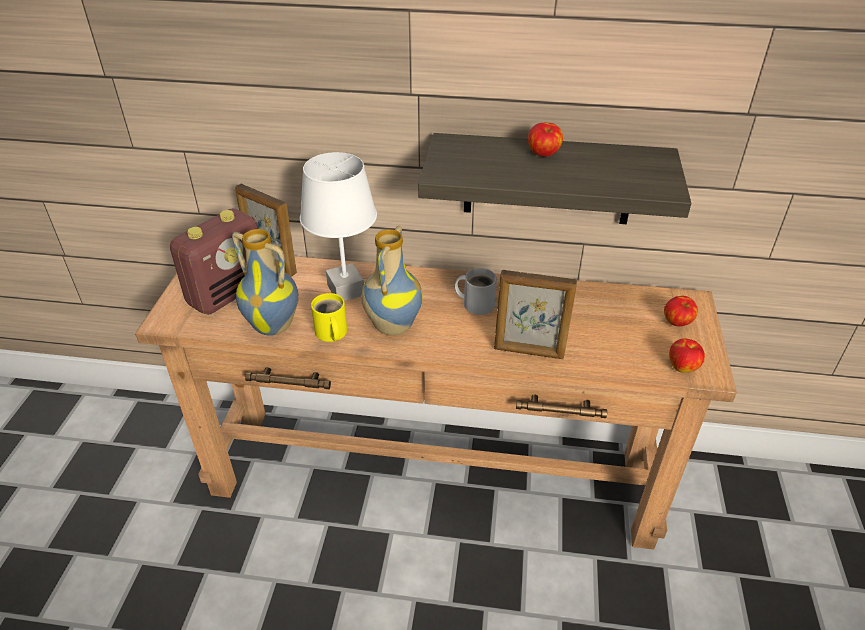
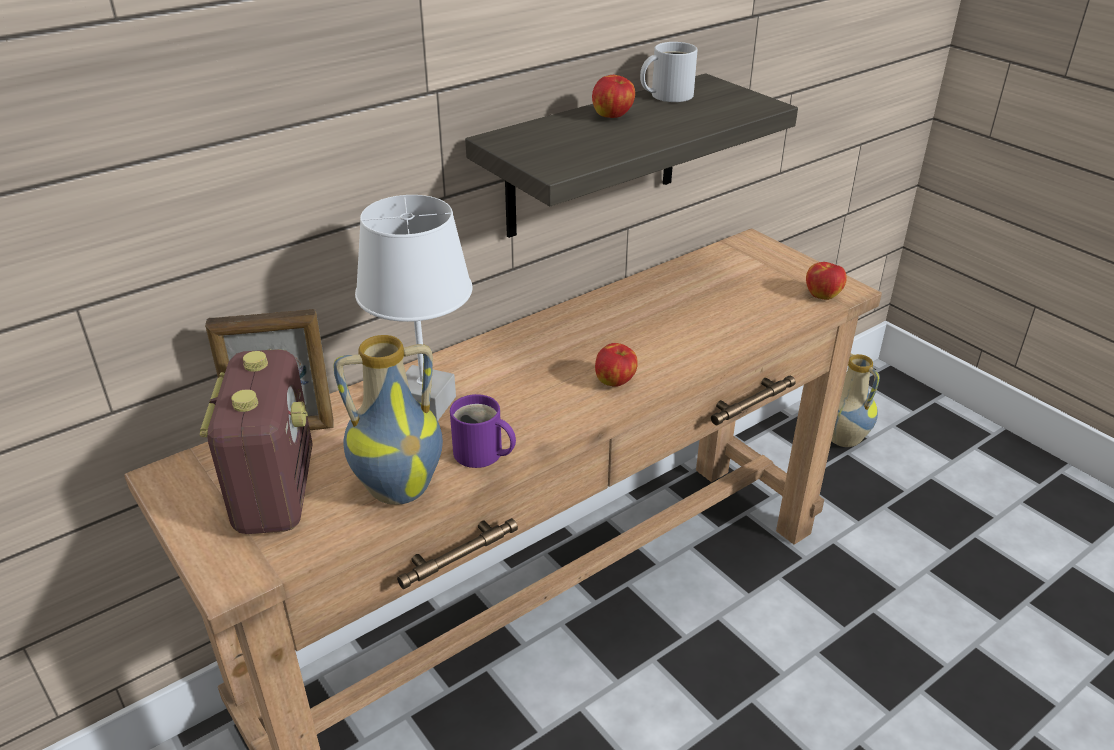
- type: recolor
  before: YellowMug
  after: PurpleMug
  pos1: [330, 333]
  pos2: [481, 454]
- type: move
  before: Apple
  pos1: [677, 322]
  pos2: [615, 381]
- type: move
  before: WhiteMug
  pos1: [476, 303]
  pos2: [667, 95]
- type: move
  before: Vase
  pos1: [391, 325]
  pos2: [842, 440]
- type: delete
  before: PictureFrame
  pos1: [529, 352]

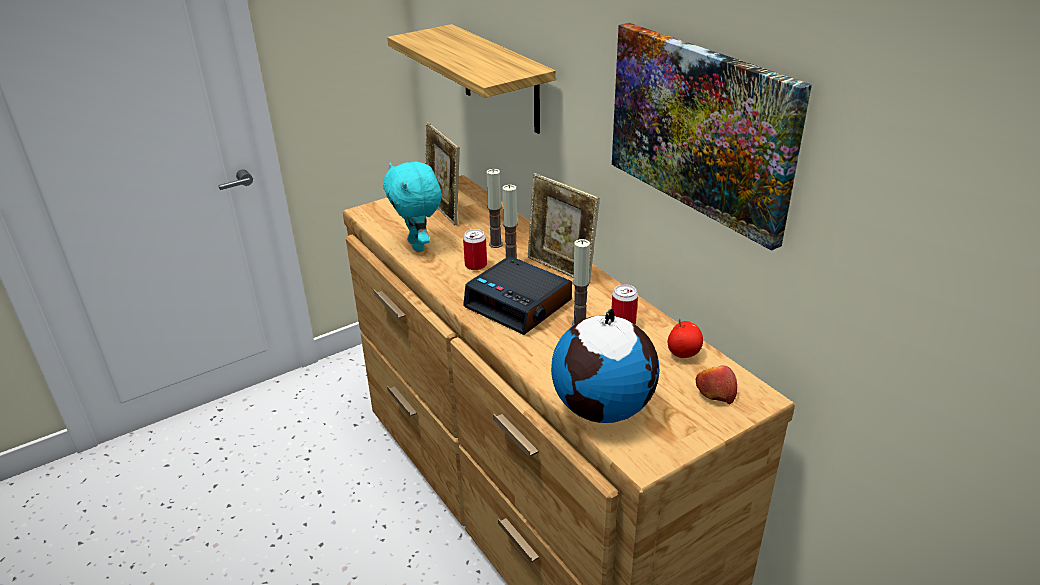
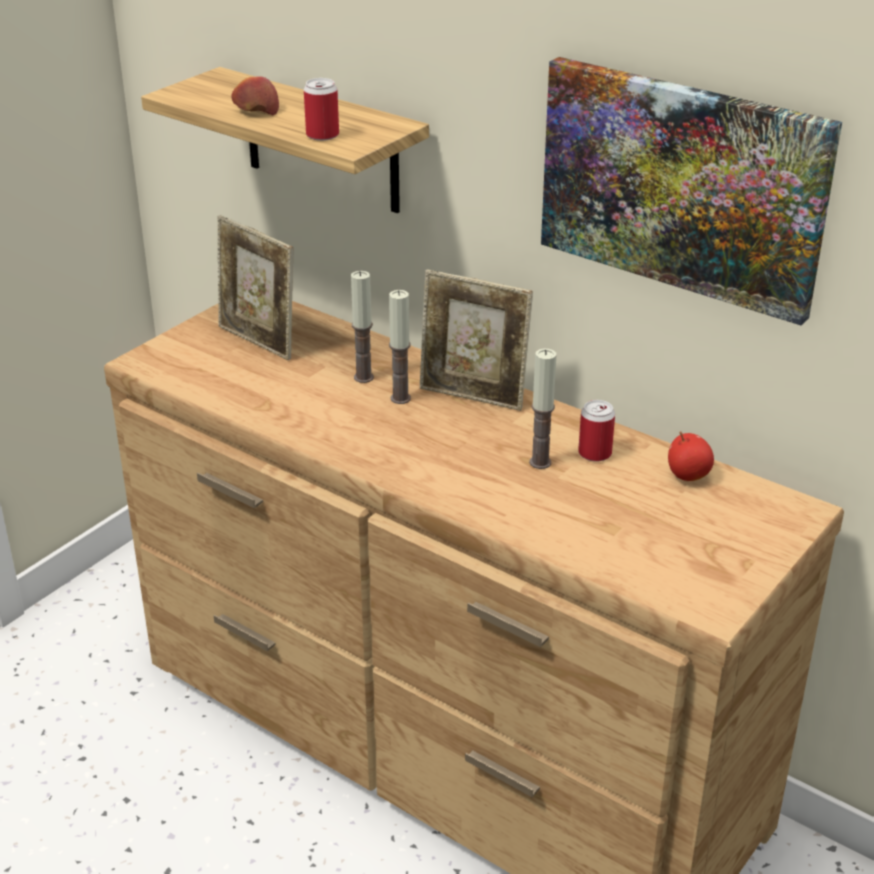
- type: move
  before: Apple
  pos1: [715, 392]
  pos2: [256, 110]
- type: move
  before: Can
  pos1: [476, 265]
  pos2: [322, 135]
- type: delete
  before: TurquoisePlushToy
  pos1: [418, 246]
- type: delete
  before: AlarmClock
  pos1: [519, 304]
- type: delete
  before: Globe
  pos1: [604, 408]

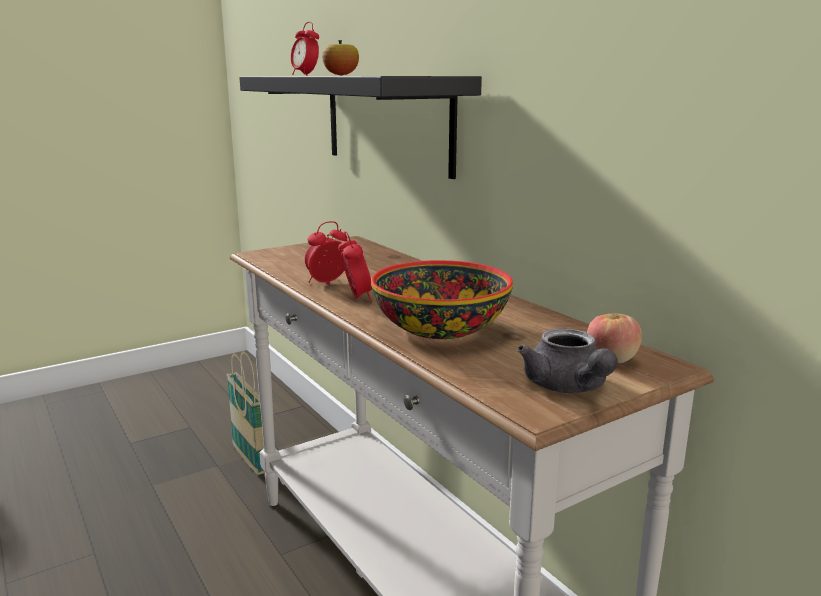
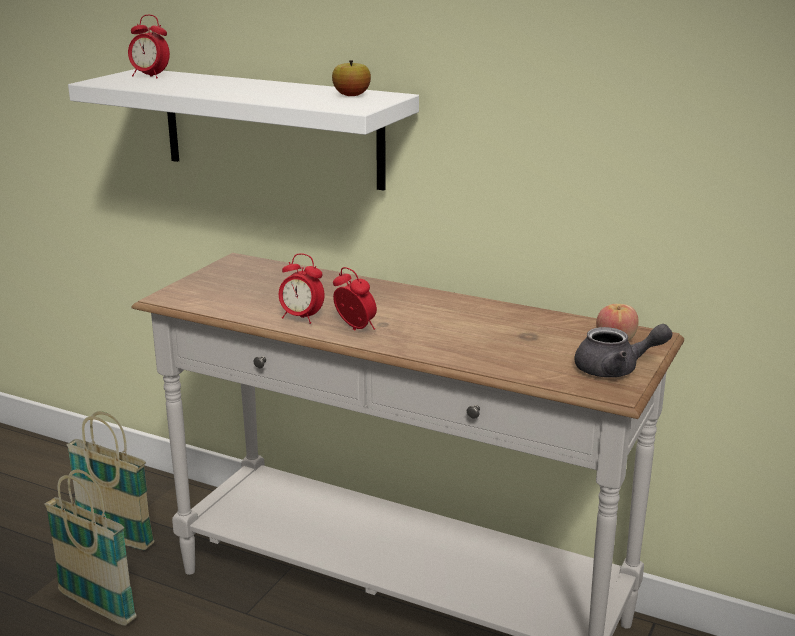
- type: insert
  after: Basket
  pos2: [97, 607]
- type: recolor
  before: BlackShelf
  after: WhiteShelf
  pos1: [386, 121]
  pos2: [271, 128]
- type: rotate
  before: AlarmClock
  pos1: [327, 283]
  pos2: [301, 318]
  turn: -90
- type: move
  before: Apple
  pos1: [341, 75]
  pos2: [351, 95]
- type: rotate
  before: GreyTeapot
  pos1: [568, 388]
  pos2: [615, 369]
  turn: -45
- type: delete
  before: Bowl
  pos1: [439, 328]

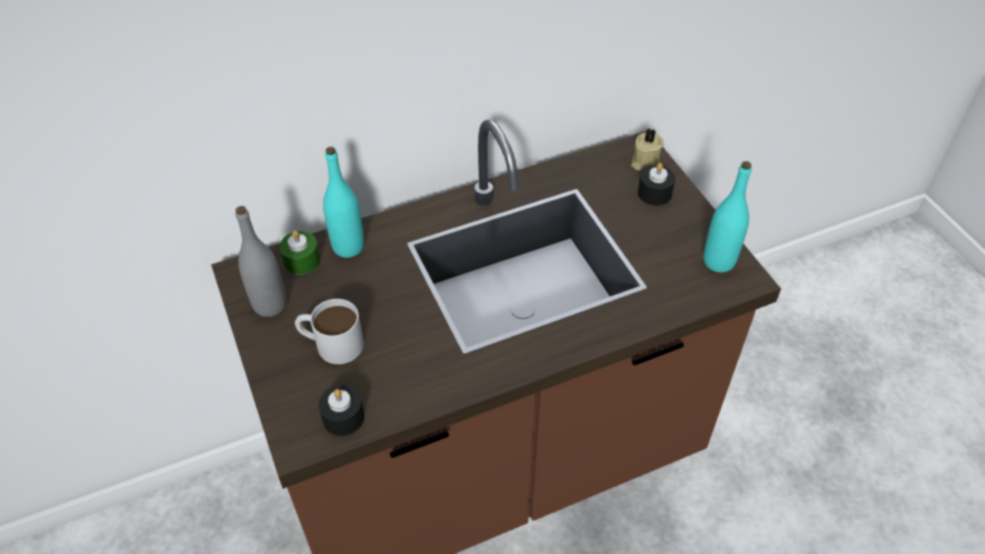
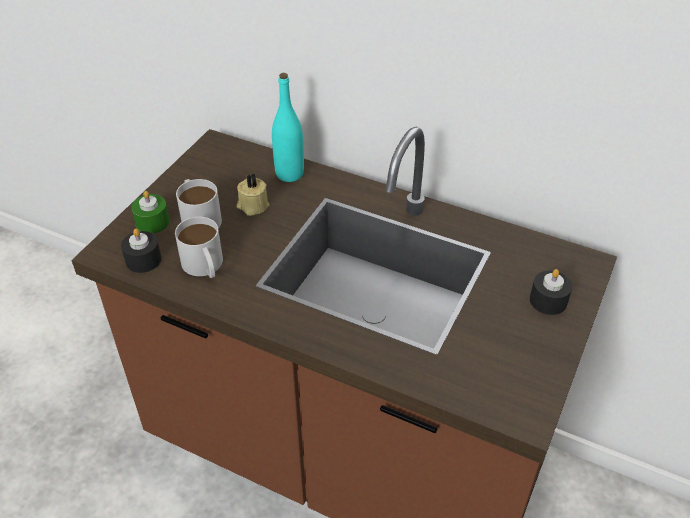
- type: move
  before: GreenCandle
  pos1: [302, 260]
  pos2: [152, 222]
- type: insert
  after: WhiteMug
  pos2: [205, 267]
- type: move
  before: BeigeCandle
  pos1: [644, 161]
  pos2: [252, 206]
- type: delete
  before: GreyBottle
  pos1: [270, 305]
- type: delete
  before: TurquoiseBottle
  pos1: [718, 261]

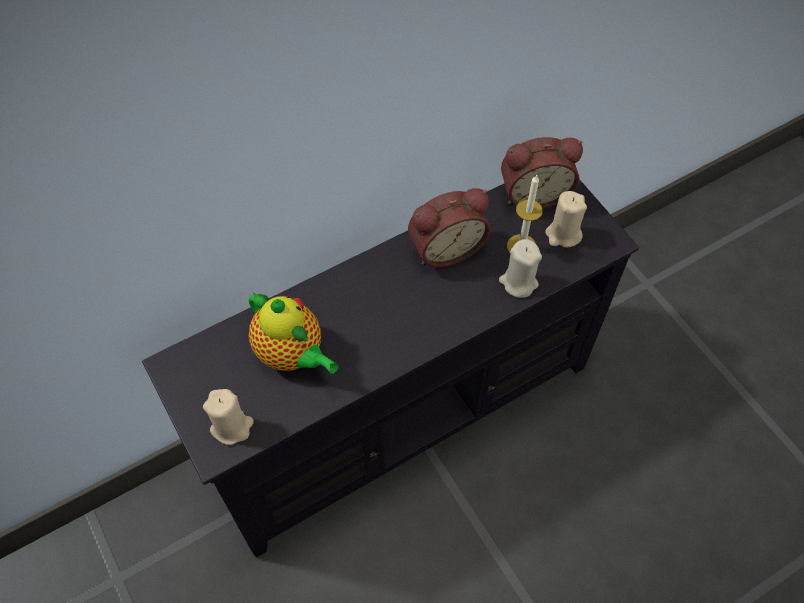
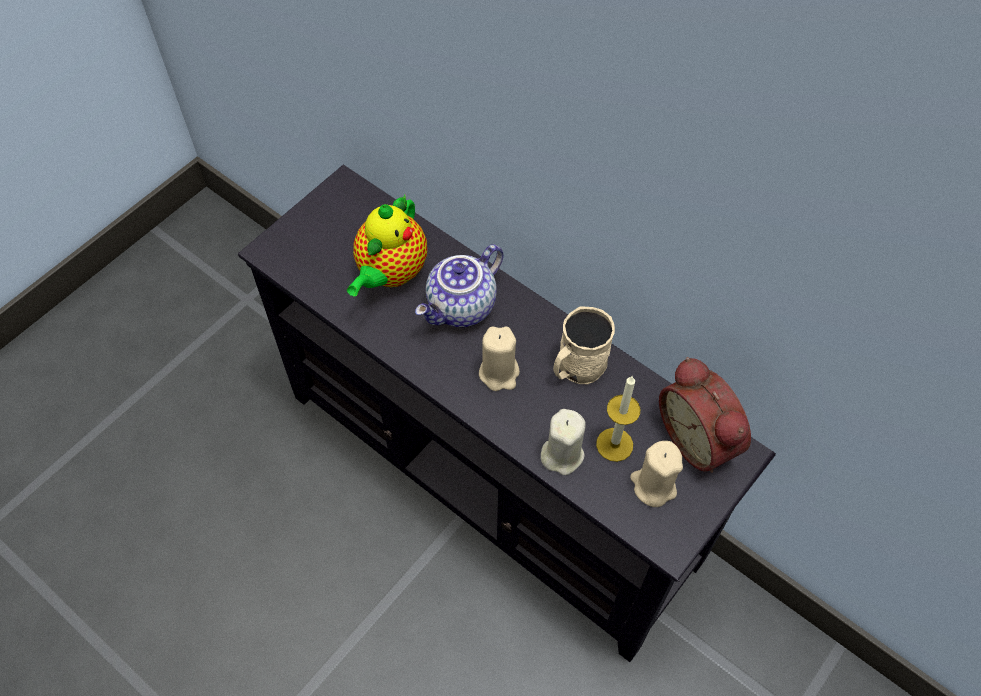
- type: insert
  after: Teapot
  pos2: [462, 308]
- type: move
  before: BeigeCandle
  pos1: [232, 427]
  pos2: [499, 373]
- type: replace
  before: AlarmClock
  after: BeigeMug
  pos1: [445, 247]
  pos2: [577, 367]

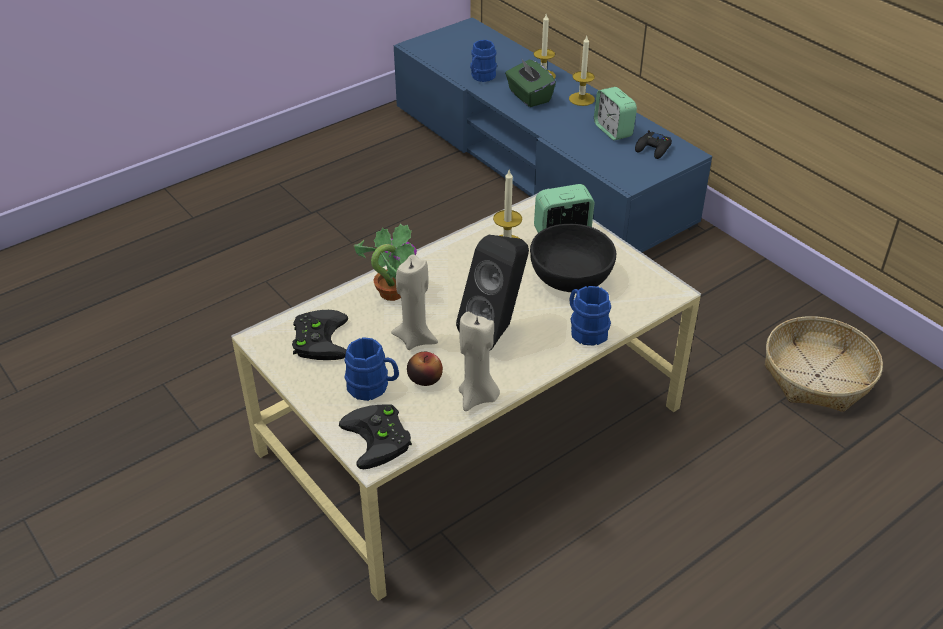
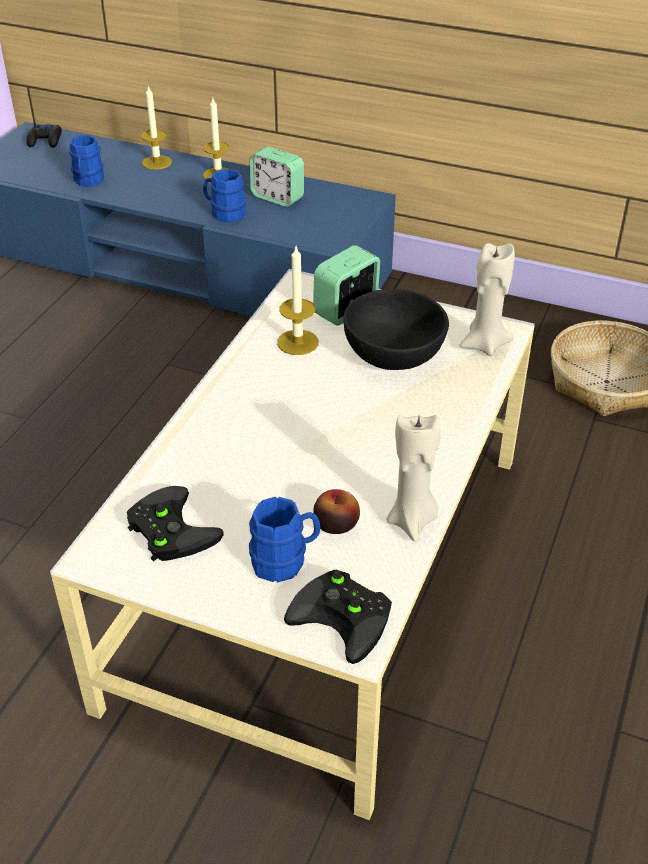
- type: move
  before: BlackGameController
  pos1: [653, 149]
  pos2: [45, 140]
- type: move
  before: BlueMug
  pos1: [585, 330]
  pos2: [224, 213]
- type: move
  before: BeigeCandle
  pos1: [415, 338]
  pos2: [484, 344]
- type: delete
  before: PottedPlant
  pos1: [390, 292]
- type: delete
  before: BlackSpeaker
  pos1: [496, 331]
- type: delete
  before: GreenTissueBox
  pos1: [529, 96]

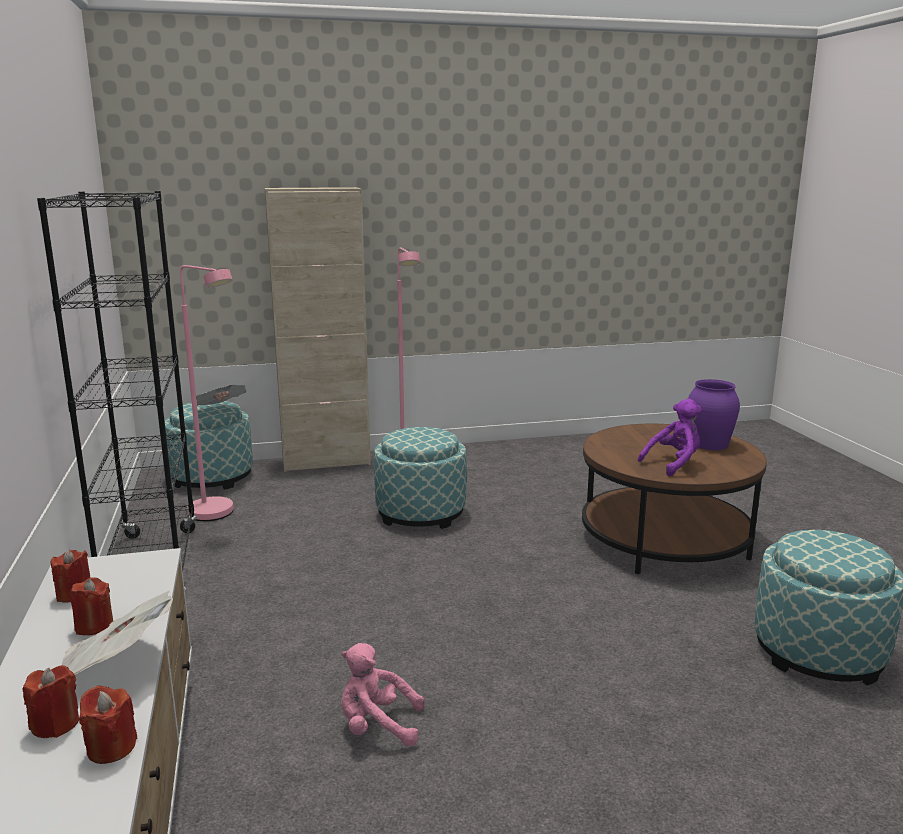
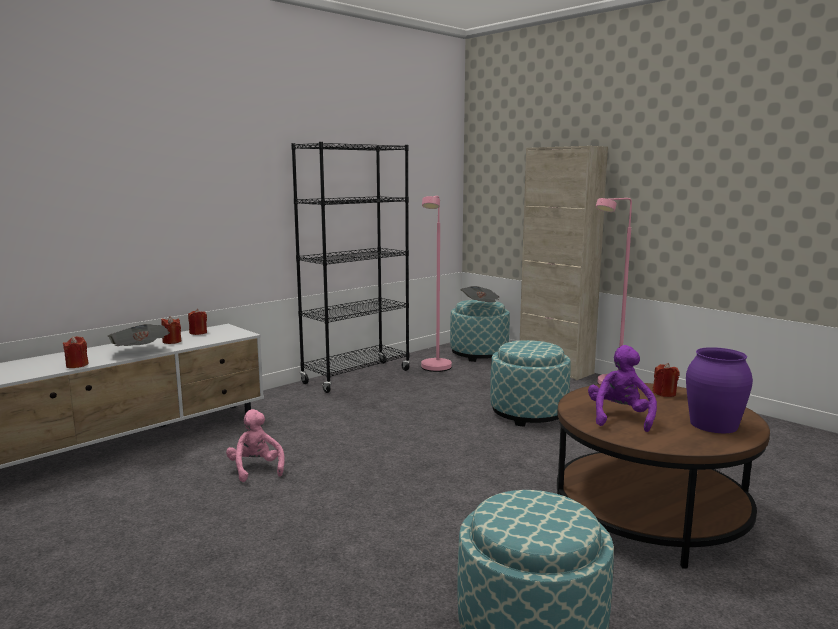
- type: rotate
  before: PurplePlushToy
  pos1: [673, 464]
  pos2: [620, 418]
  turn: -105
- type: move
  before: RedCandle
  pos1: [55, 724]
  pos2: [664, 393]

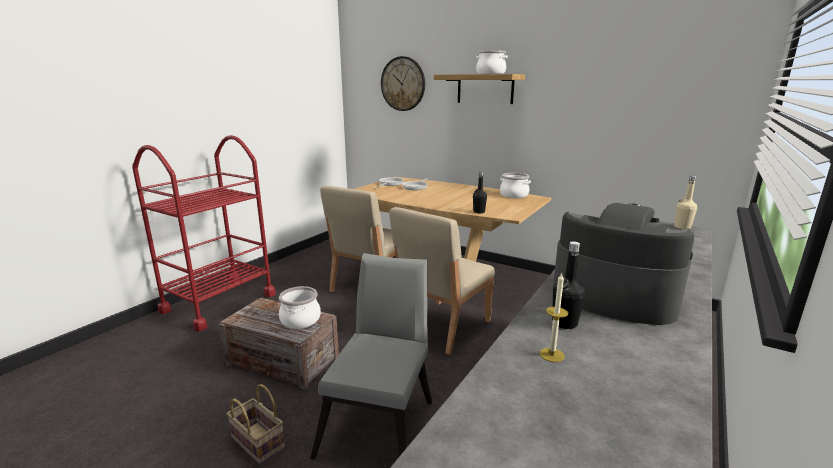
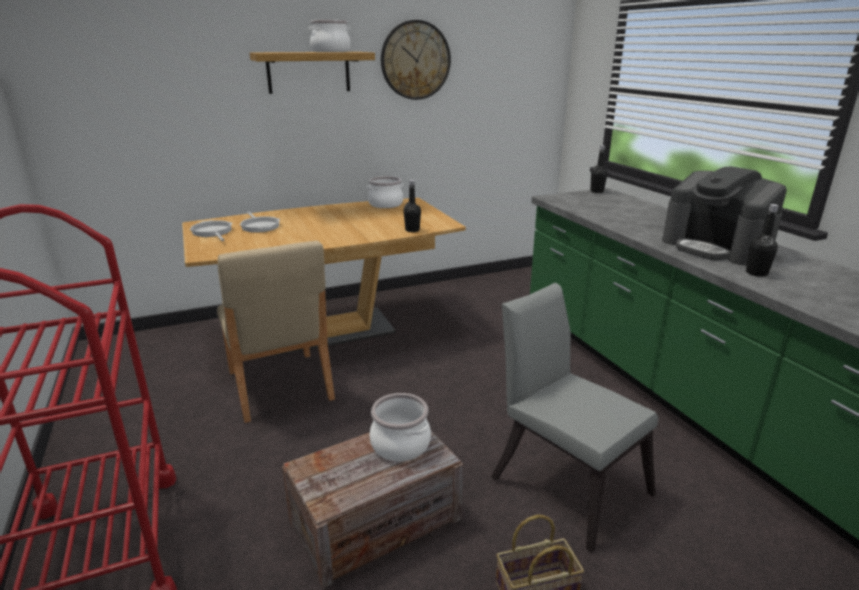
- type: move
  before: WallClock
  pos1: [403, 84]
  pos2: [415, 60]
- type: recolor
  before: BeigeBottle
  after: BlackBottle
  pos1: [682, 227]
  pos2: [596, 191]
- type: rotate
  before: CoffeeMachine
  pos1: [613, 296]
  pos2: [716, 247]
  turn: -105
- type: delete
  before: BeigeChair
  pos1: [441, 326]
- type: delete
  before: Candle
  pos1: [552, 355]

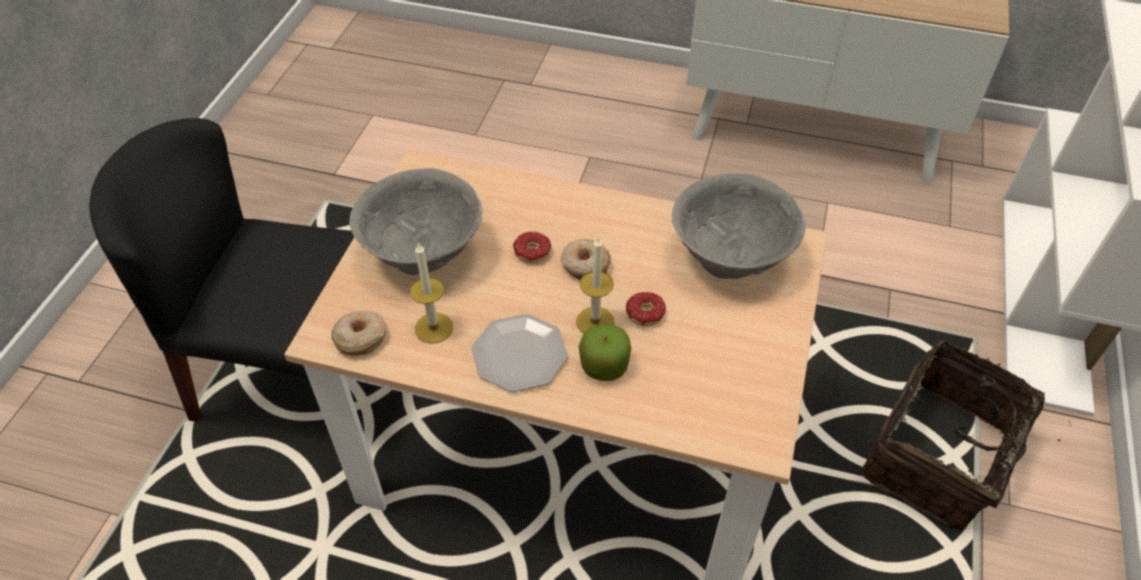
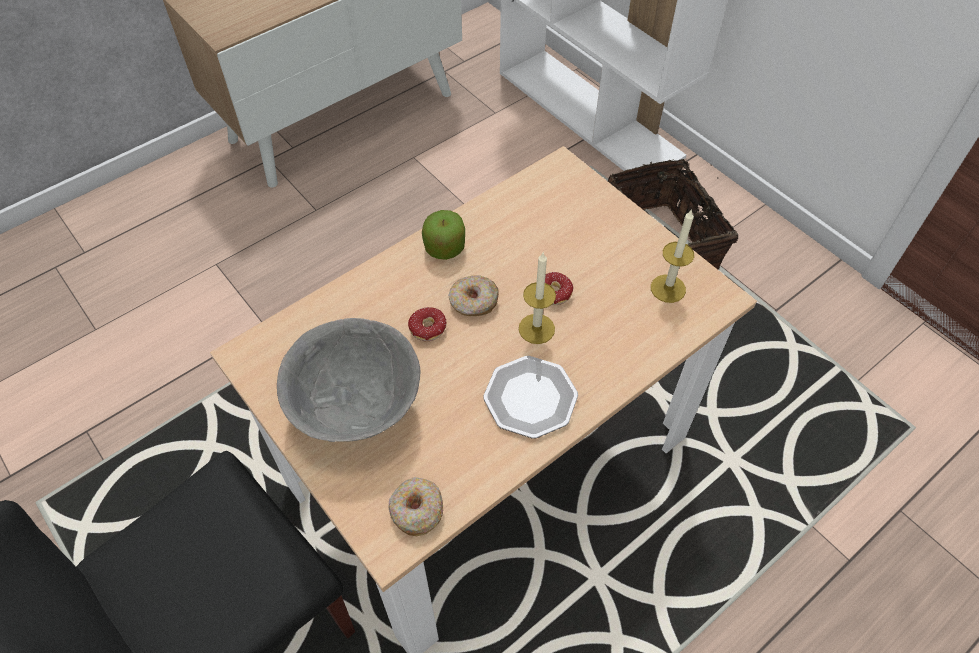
- type: move
  before: Apple
  pos1: [604, 366]
  pos2: [444, 248]
- type: move
  before: Candle
  pos1: [434, 328]
  pos2: [668, 288]
- type: delete
  before: GreyBowl
  pos1: [731, 257]

